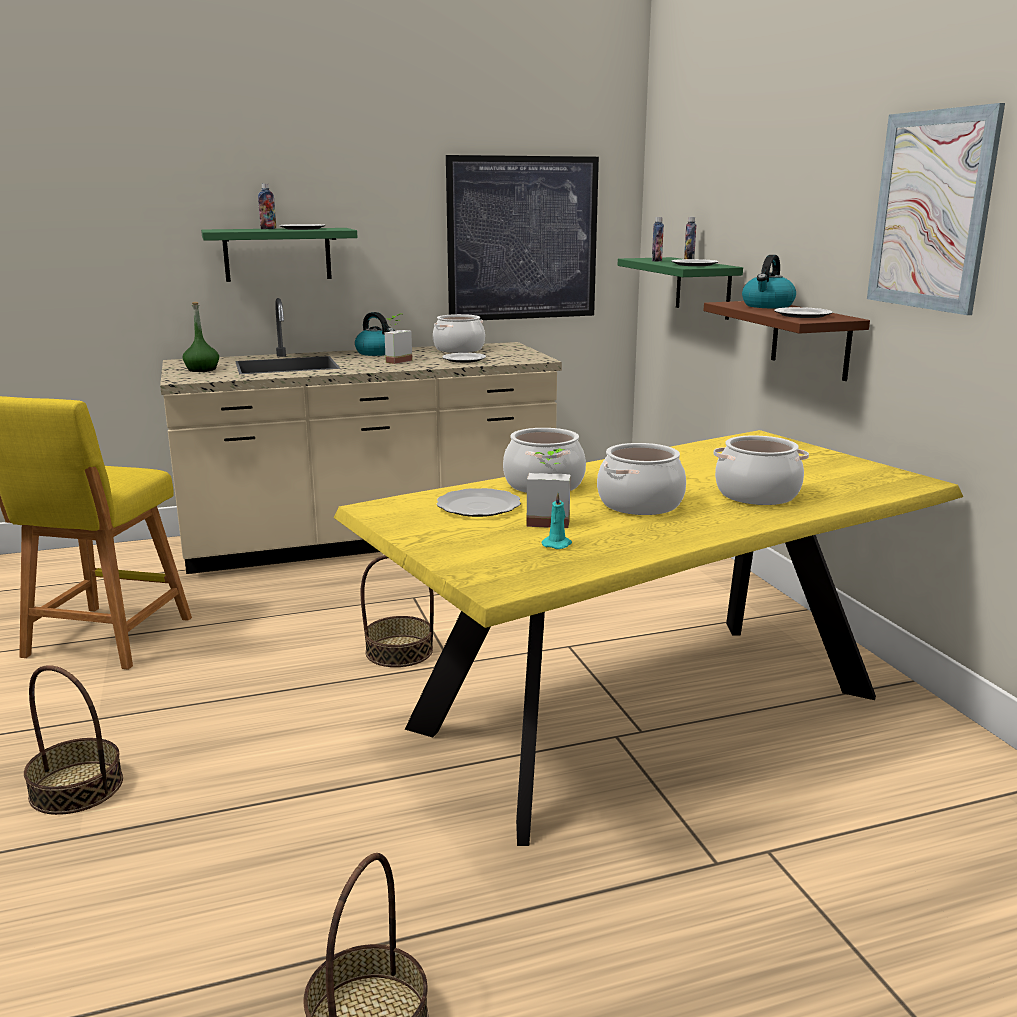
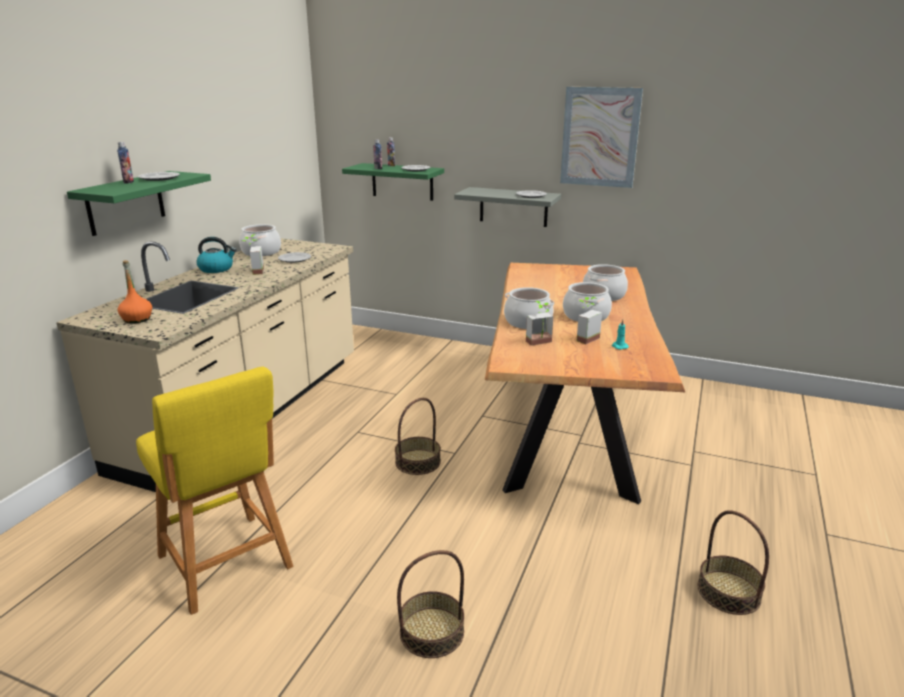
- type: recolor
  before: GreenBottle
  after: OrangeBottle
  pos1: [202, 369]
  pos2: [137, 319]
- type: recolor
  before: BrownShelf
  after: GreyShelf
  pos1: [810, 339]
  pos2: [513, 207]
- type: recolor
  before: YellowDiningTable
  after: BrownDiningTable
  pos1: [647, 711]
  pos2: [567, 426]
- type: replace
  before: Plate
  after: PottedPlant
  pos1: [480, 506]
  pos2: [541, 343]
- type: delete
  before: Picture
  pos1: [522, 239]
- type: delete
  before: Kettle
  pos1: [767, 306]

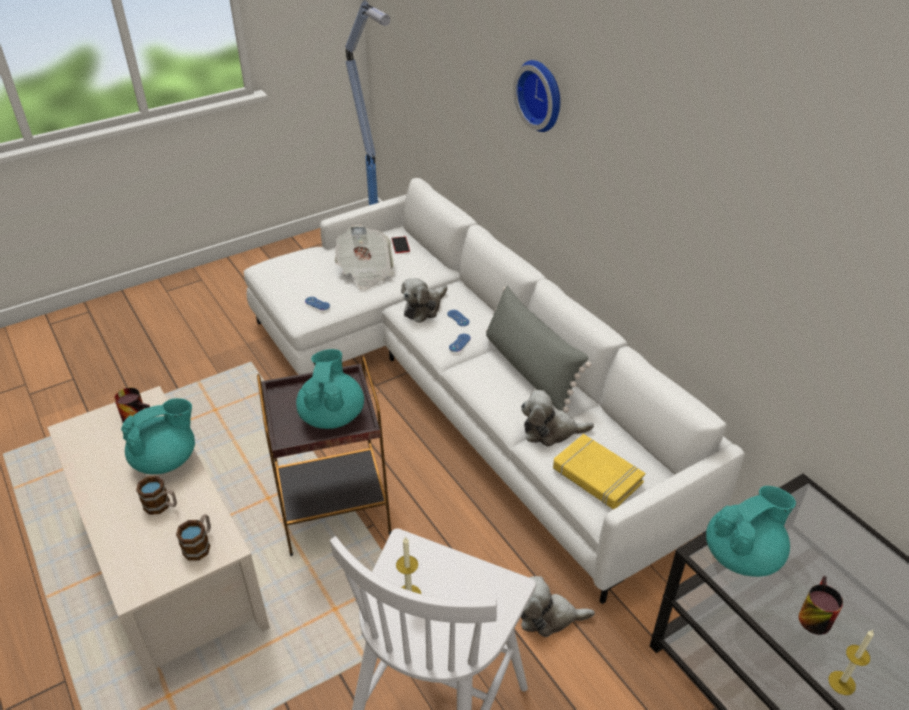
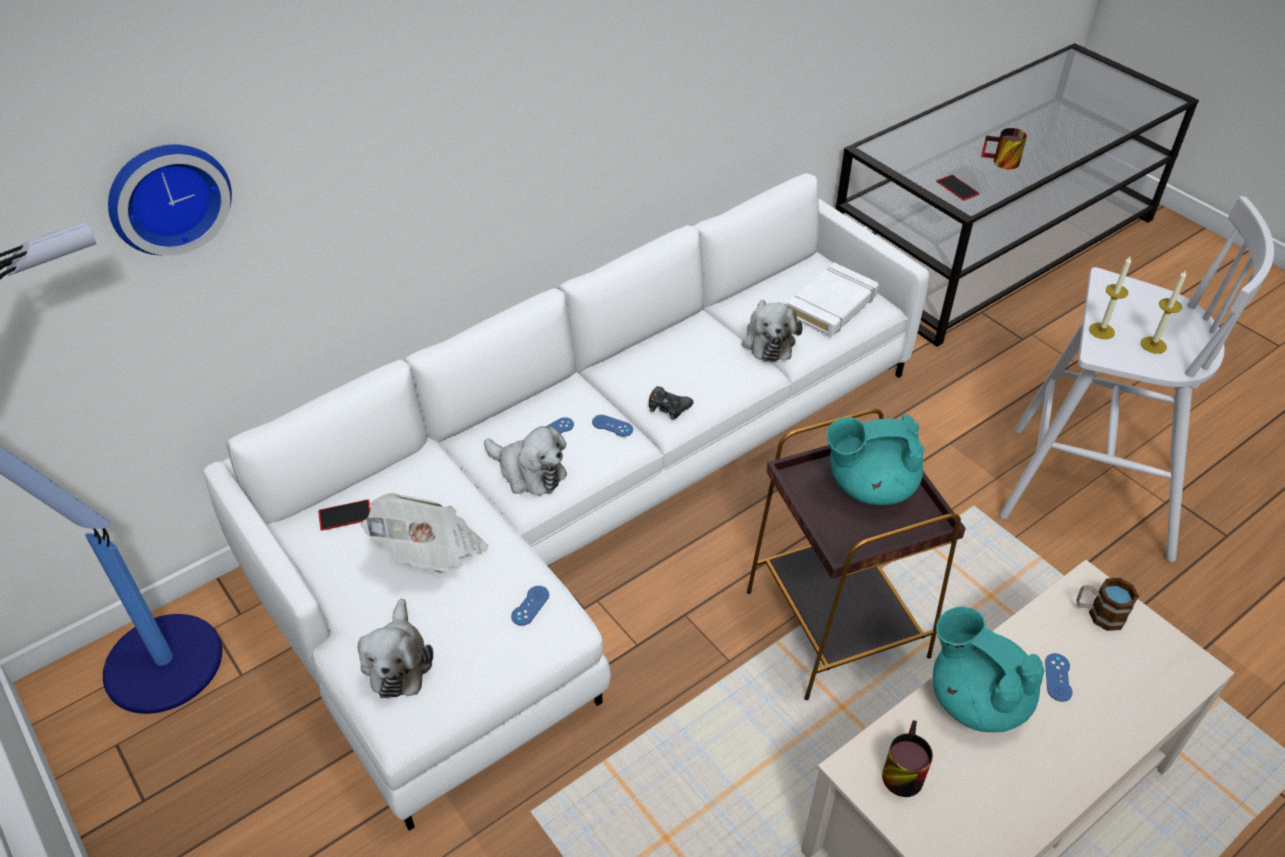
- type: move
  before: WallClock
  pos1: [542, 95]
  pos2: [167, 196]
- type: move
  before: PlushToy
  pos1: [548, 616]
  pos2: [398, 661]
- type: insert
  after: BlackGameController
  pos2: [668, 407]
- type: recolor
  before: YellowBook
  after: WhiteBook
  pos1: [596, 476]
  pos2: [832, 305]
- type: replace
  before: TurquoiseTeapot
  after: Phone
  pos1: [742, 555]
  pos2: [957, 188]
- type: replace
  before: Mug
  after: BlueGameController
  pos1: [162, 506]
  pos2: [1058, 677]
- type: move
  before: Candle
  pos1: [841, 683]
  pos2: [1101, 331]
- type: delete
  before: GreyPillow
  pos1: [530, 369]

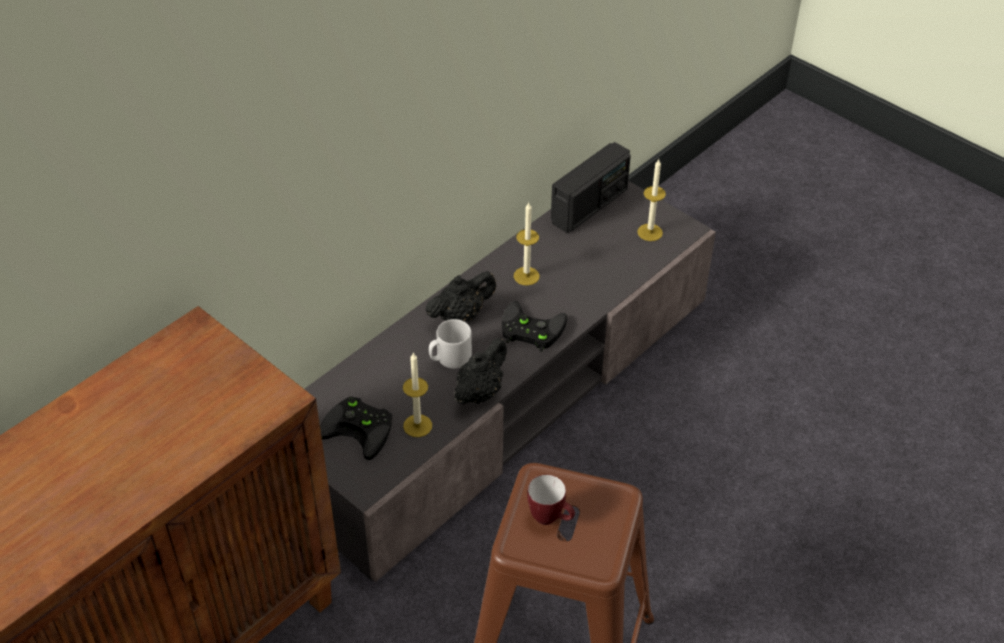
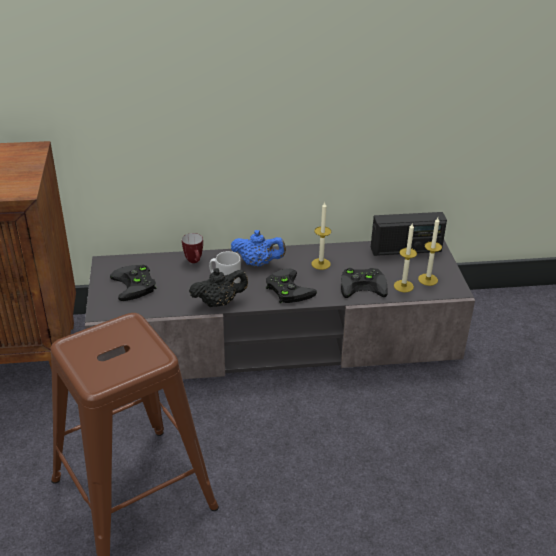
- type: move
  before: Mug
  pos1: [550, 519]
  pos2: [195, 262]
- type: recolor
  before: BlackTeapot
  after: BlueTeapot
  pos1: [461, 316]
  pos2: [258, 263]
- type: insert
  after: BlackGameController
  pos2: [364, 285]
- type: move
  before: Candle
  pos1: [417, 425]
  pos2: [403, 286]

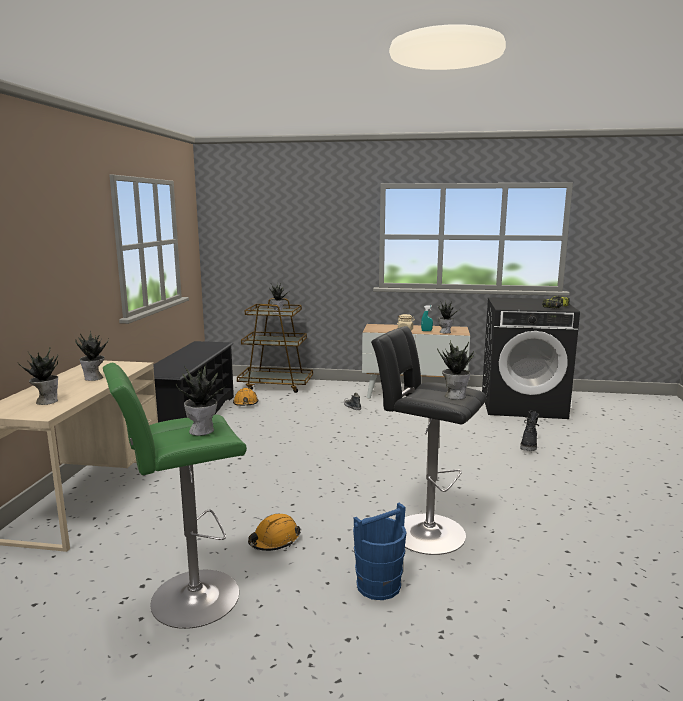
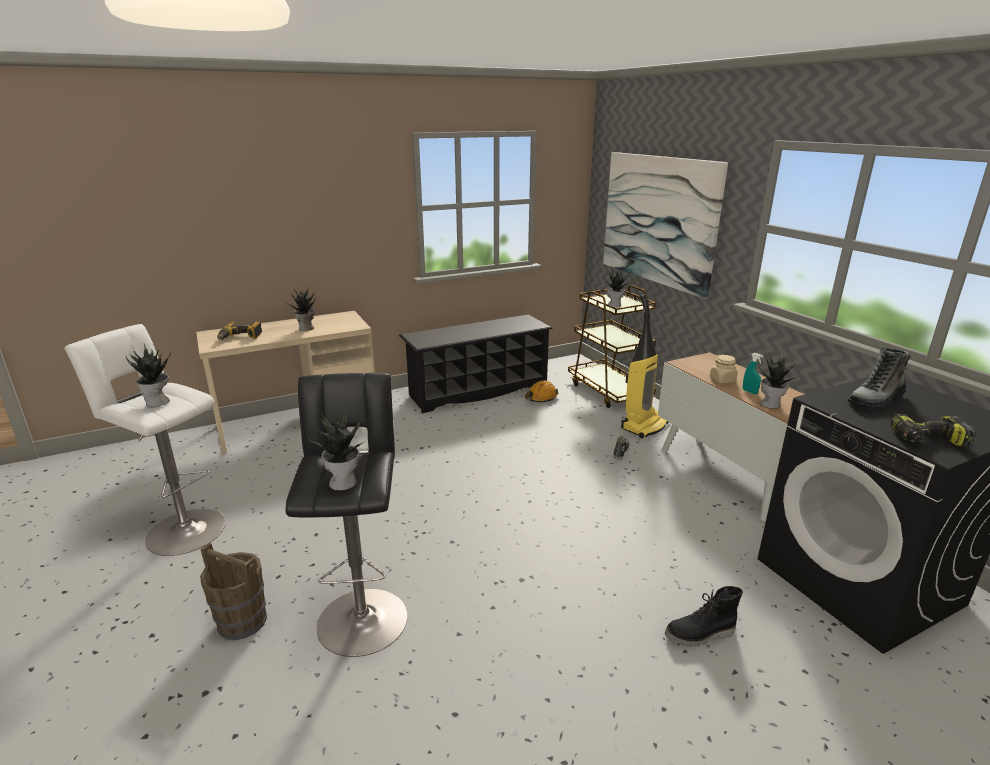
- type: recolor
  before: GreenStool
  after: WhiteStool
  pos1: [188, 599]
  pos2: [182, 529]
- type: recolor
  before: BlueBucket
  after: BrownBucket
  pos1: [378, 585]
  pos2: [242, 621]
- type: replace
  before: PottedPlant
  after: PowerDrill
  pos1: [46, 401]
  pos2: [240, 337]
- type: insert
  after: Picture
  pos2: [658, 220]
- type: insert
  after: VacuumCleaner
  pos2: [644, 425]
- type: insert
  after: Boot
  pos2: [876, 400]
- type: delete
  before: OrangeHardHat
  pos1: [274, 541]

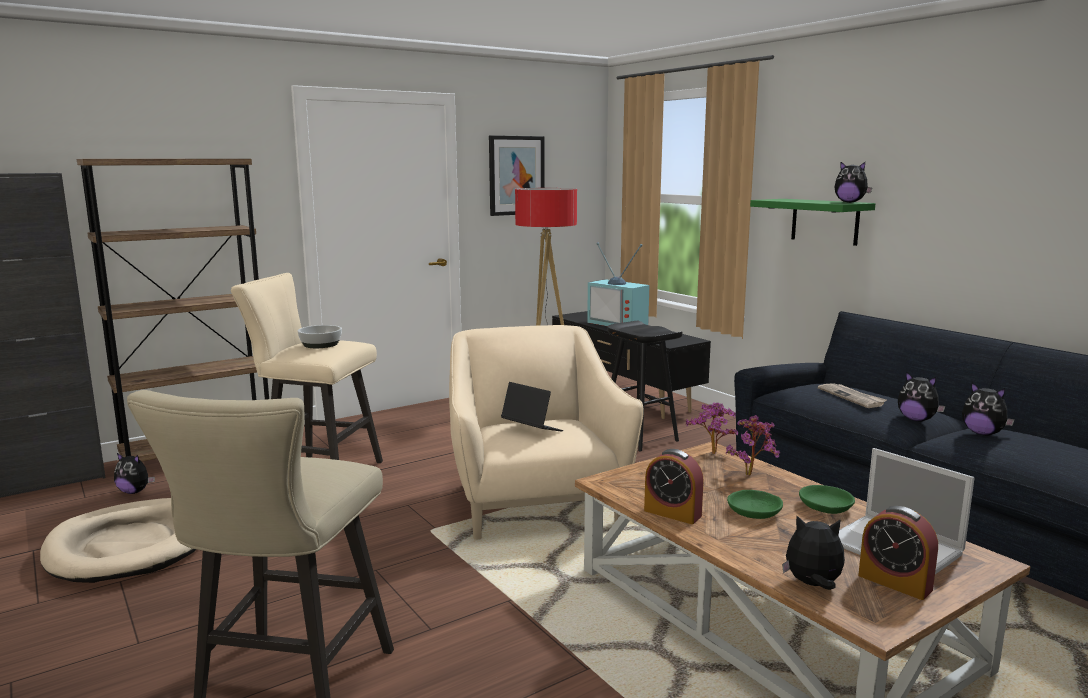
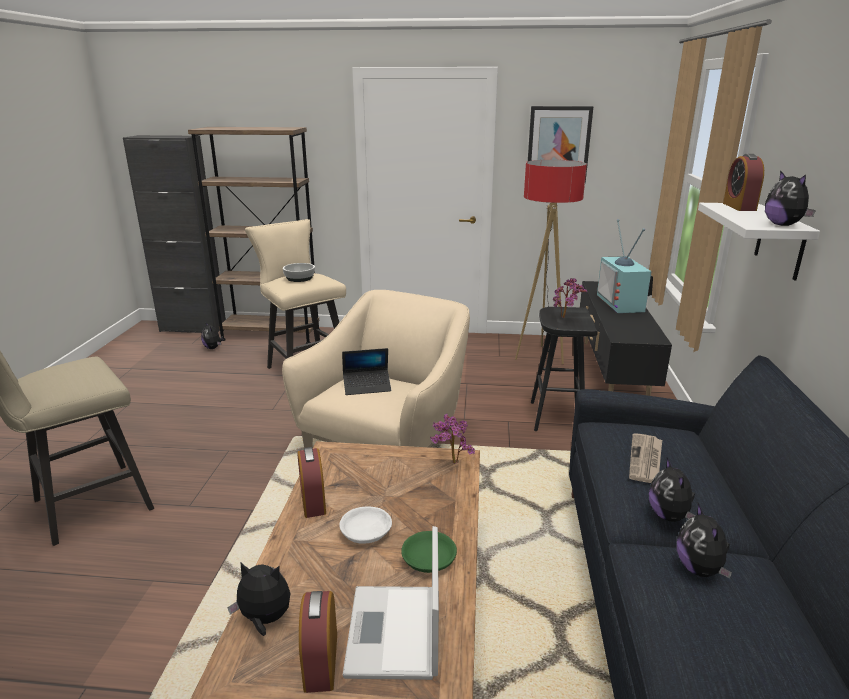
- type: rotate
  before: PlushToy
  pos1: [813, 585]
  pos2: [264, 619]
  turn: -45
- type: recolor
  before: GreenBowl
  after: WhiteBowl
  pos1: [755, 512]
  pos2: [367, 532]
- type: rotate
  before: Laptop
  pos1: [531, 430]
  pos2: [367, 386]
  turn: 90
- type: move
  before: PottedPlant
  pos1: [752, 474]
  pos2: [566, 318]
- type: recolor
  before: GreenShelf
  after: WhiteShelf
  pos1: [825, 221]
  pos2: [780, 241]
- type: insert
  after: AlarmClock
  pos2: [739, 207]
- type: delete
  before: BeigeDogBed
  pos1: [129, 546]

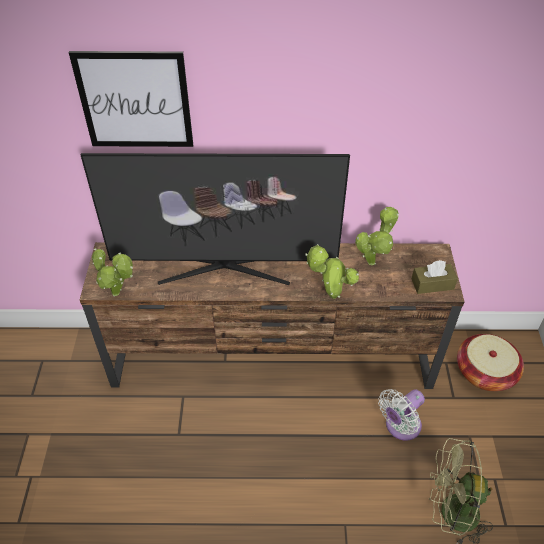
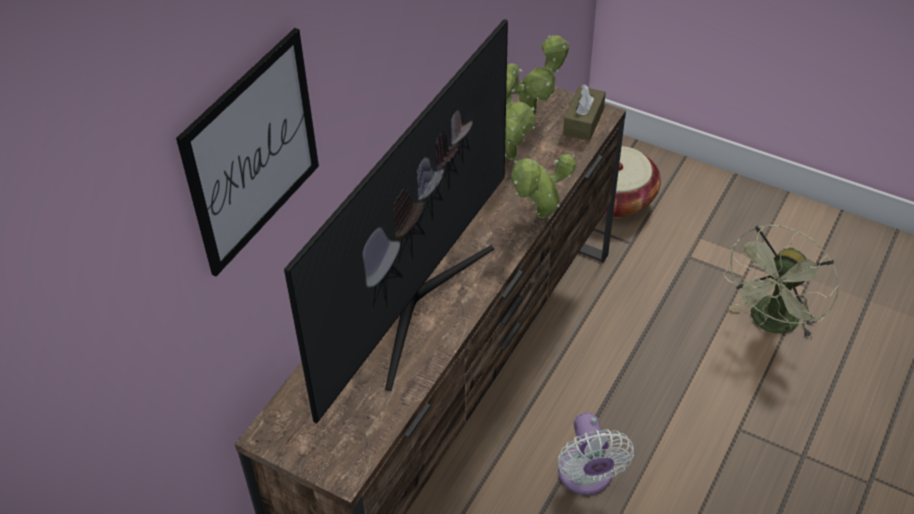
- type: move
  before: PottedPlant
  pos1: [118, 294]
  pos2: [534, 112]
- type: move
  before: WhiteFan
  pos1: [400, 426]
  pos2: [586, 477]

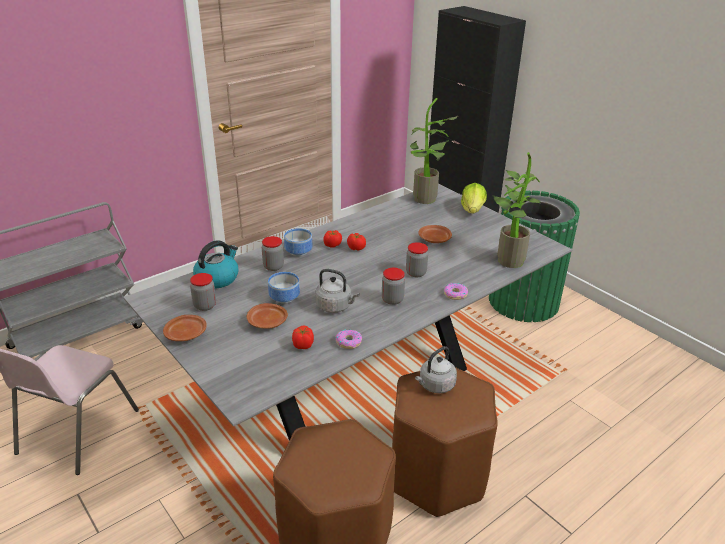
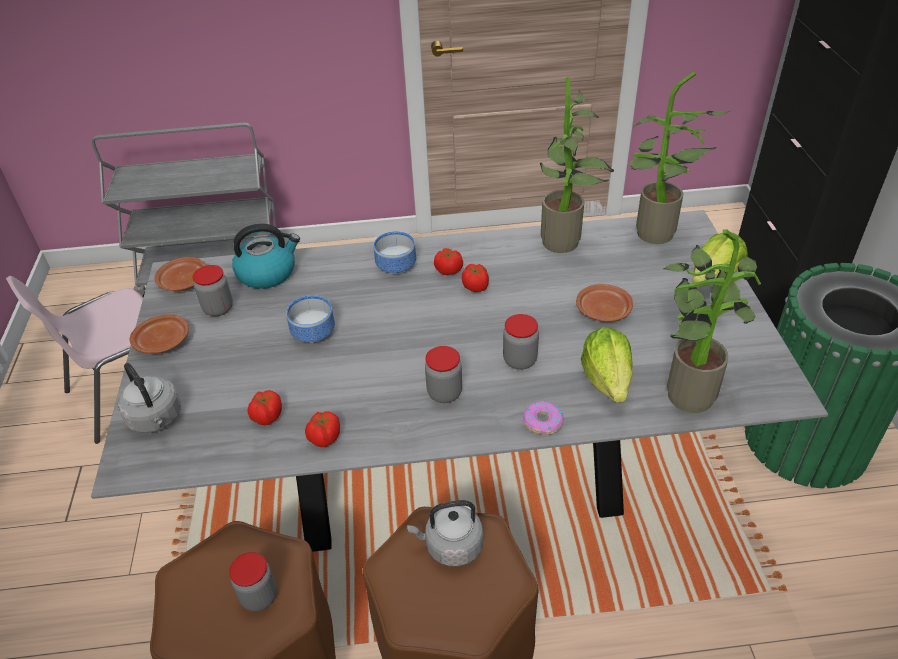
- type: move
  before: GreyKettle
  pos1: [335, 306]
  pos2: [156, 419]
- type: move
  before: BrownPlate
  pos1: [267, 322]
  pos2: [183, 282]
- type: move
  before: Jar
  pos1: [273, 266]
  pos2: [259, 597]
- type: replace
  before: Donut
  after: Tomato
  pos1: [348, 342]
  pos2: [324, 438]
- type: insert
  after: PottedPlant
  pos2: [566, 243]
- type: insert
  after: Lettuce
  pos2: [607, 380]

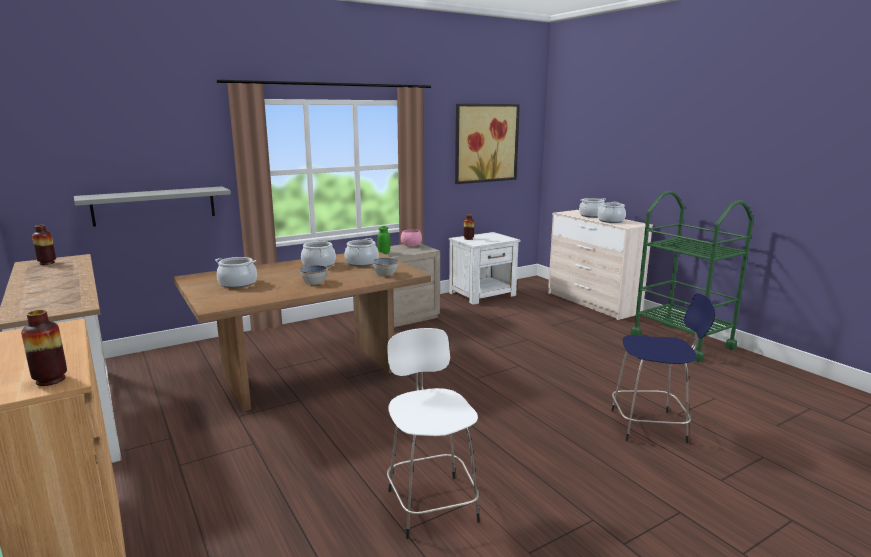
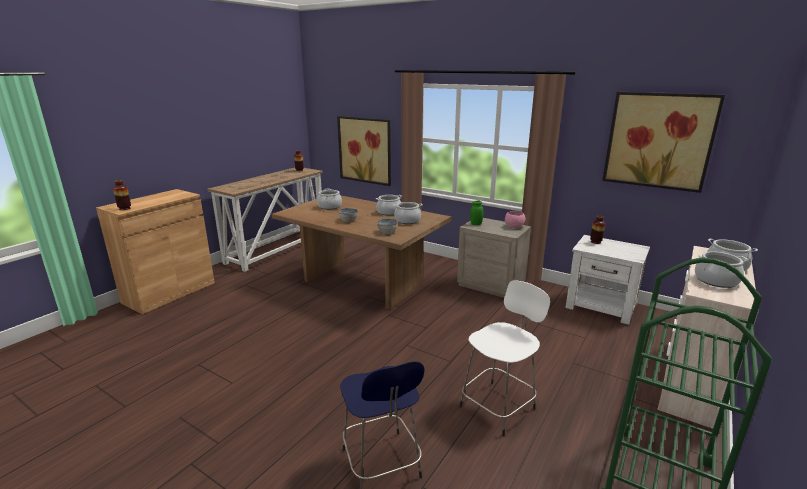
- type: replace
  before: GreyShelf
  after: Picture
  pos1: [154, 205]
  pos2: [365, 150]
- type: move
  before: WhiteStool
  pos1: [431, 503]
  pos2: [499, 406]

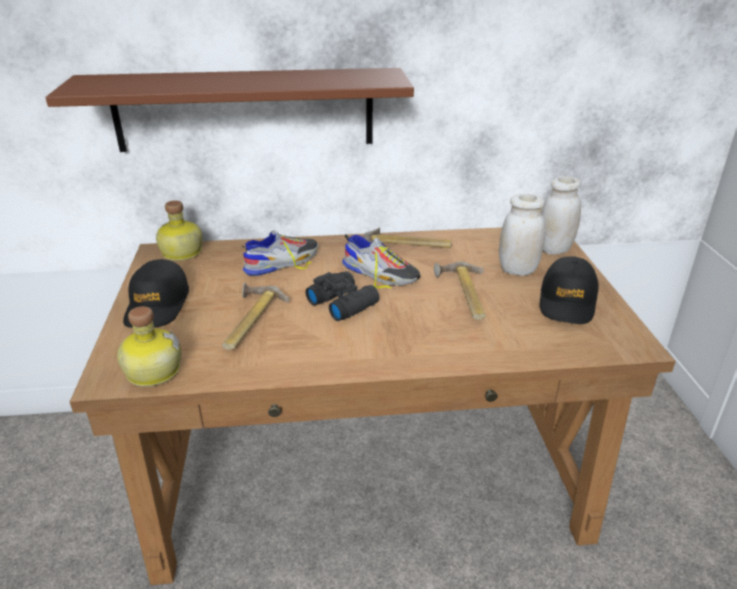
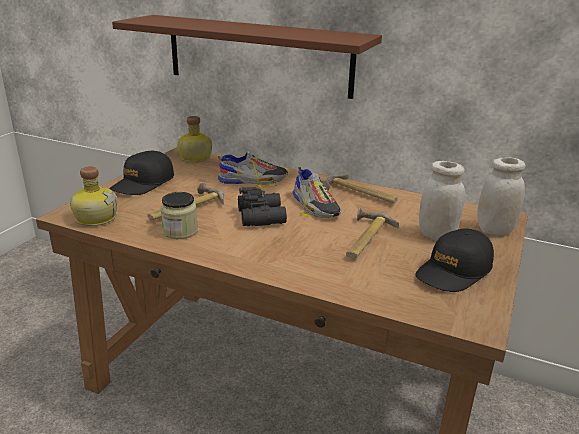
- type: insert
  after: Jar
  pos2: [180, 231]

